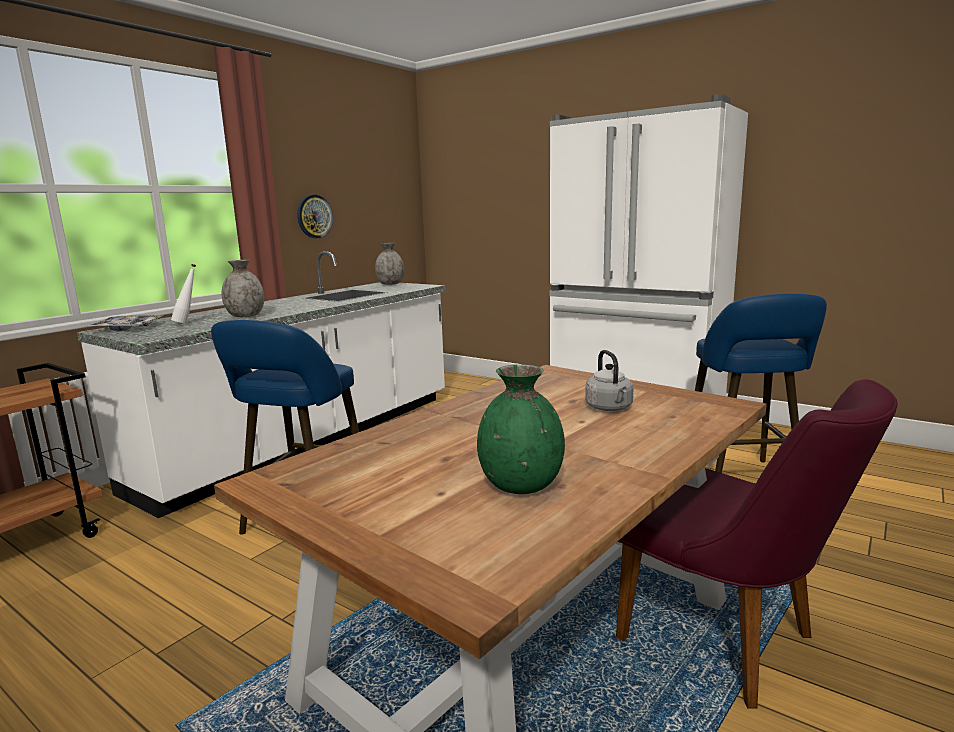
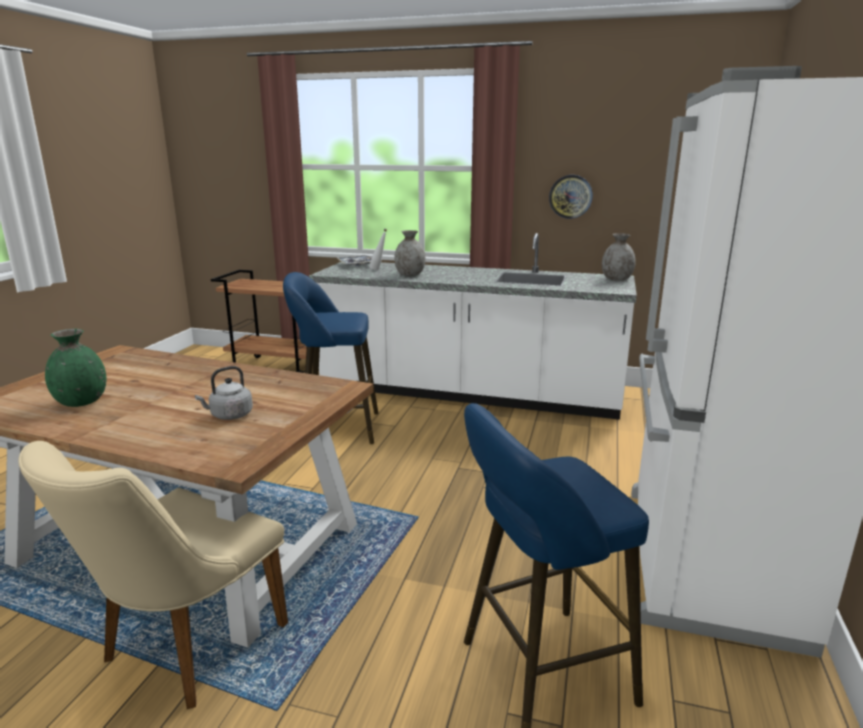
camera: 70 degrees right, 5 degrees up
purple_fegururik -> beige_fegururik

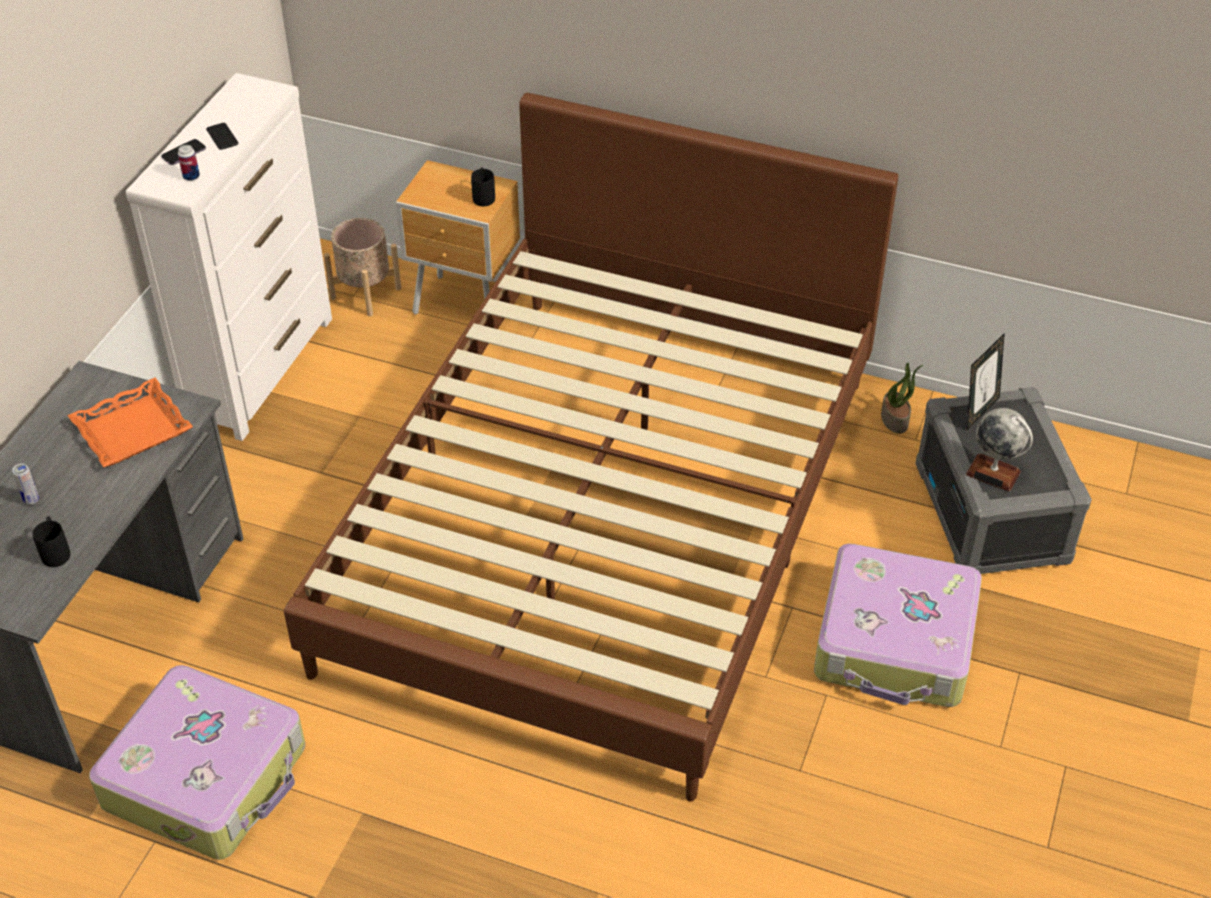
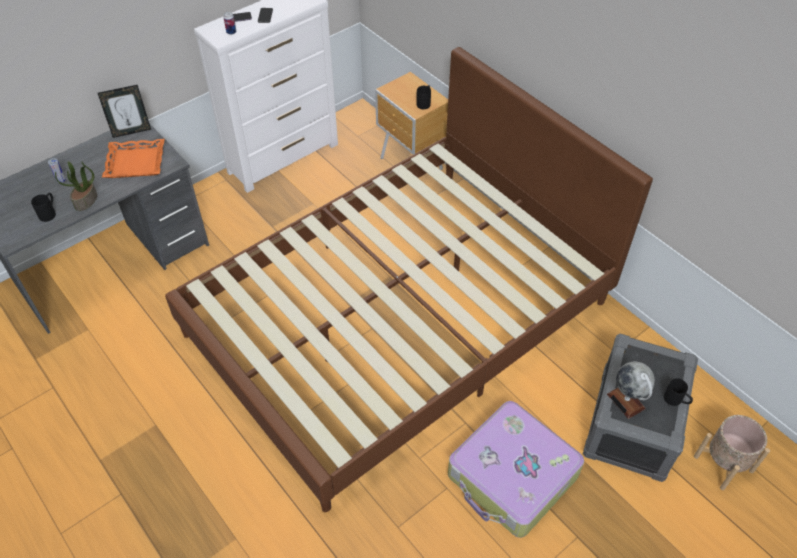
camera: 30 degrees right, 5 degrees up
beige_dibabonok, moved
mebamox, moved
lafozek, moved
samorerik (1st from left) -> none
none -> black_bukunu (3rd from left)

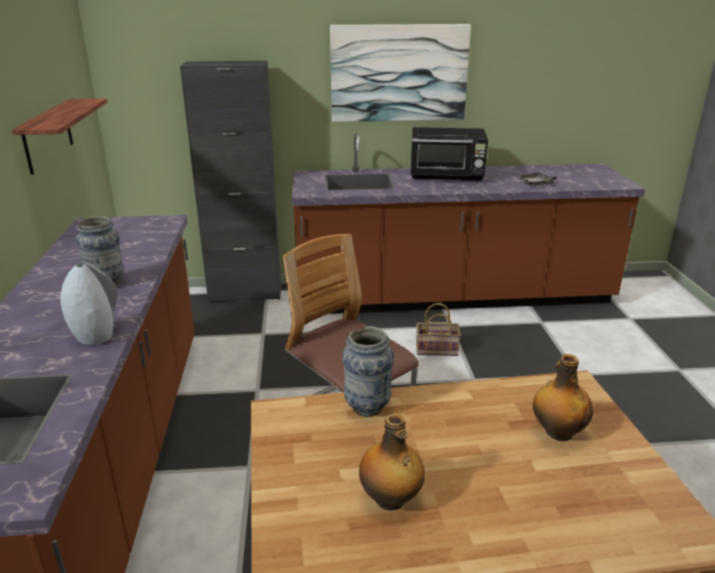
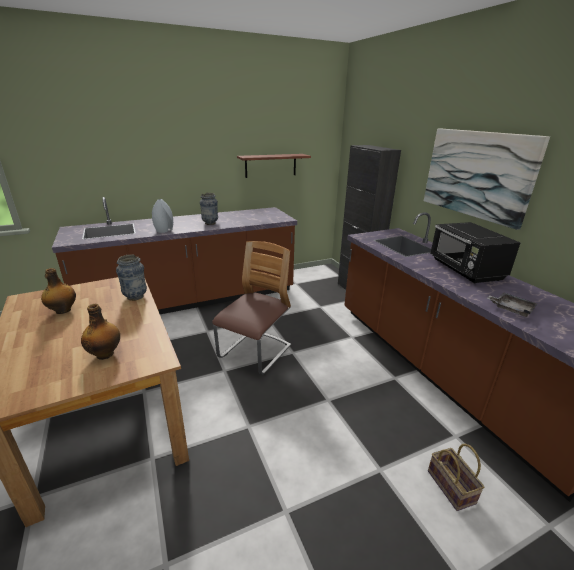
camera: 70 degrees right, 0 degrees up
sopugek, moved

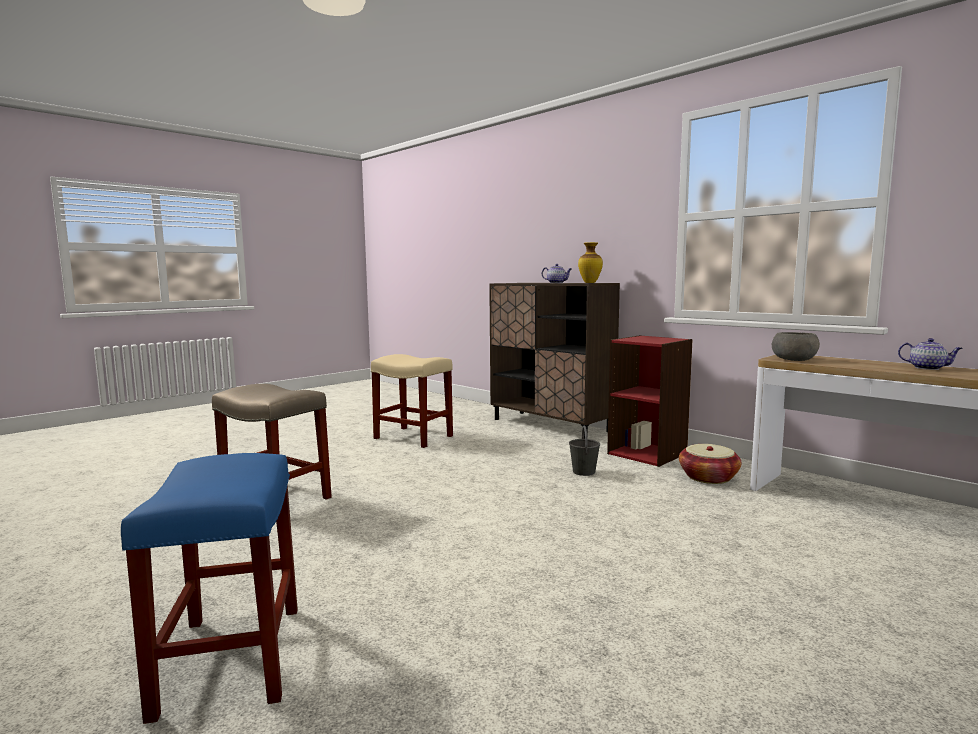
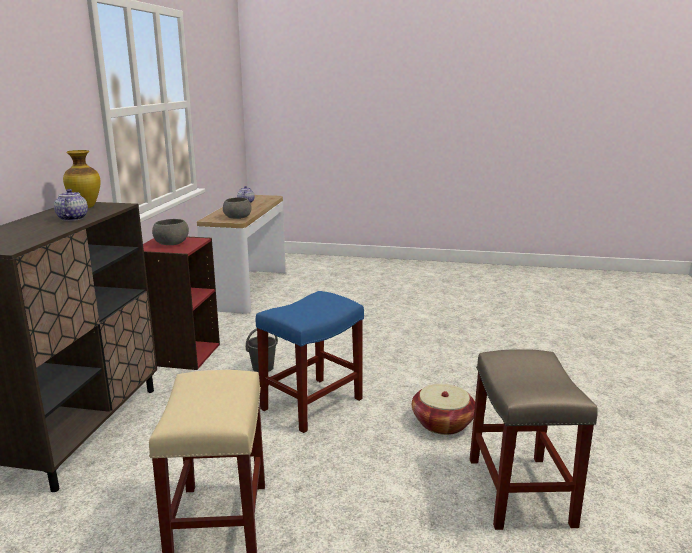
camera: 125 degrees left, 10 degrees up
sopugek, moved
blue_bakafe, moved
none -> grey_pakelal (1st from left)

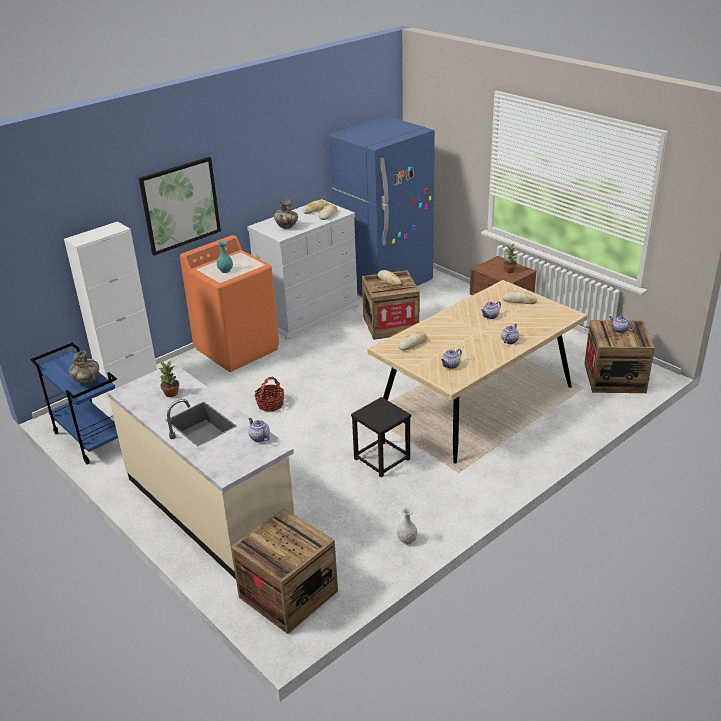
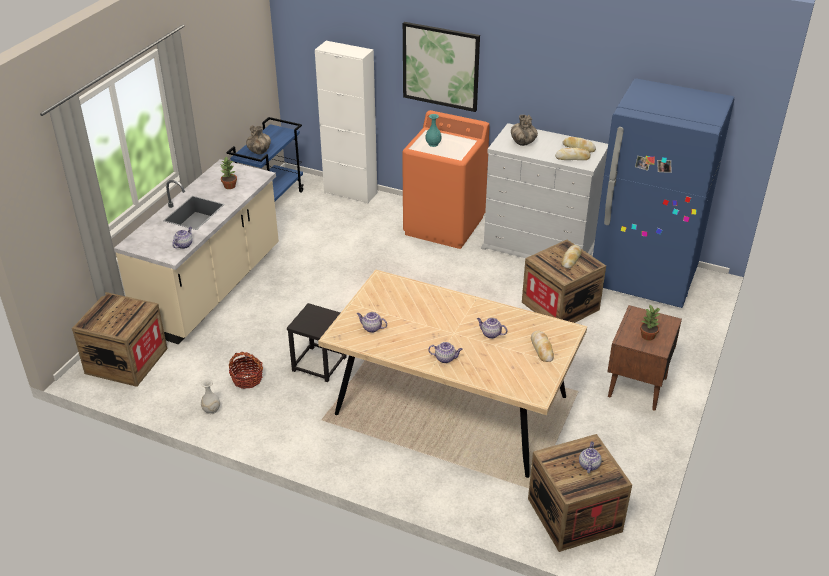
camera: 65 degrees right, 5 degrees up
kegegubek (4th from left) -> none
sopugek, moved

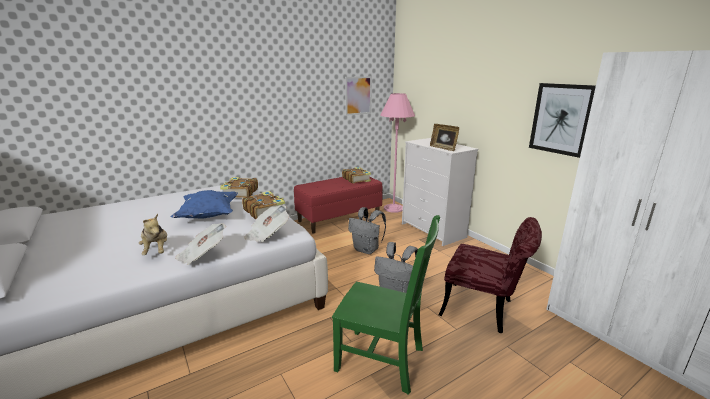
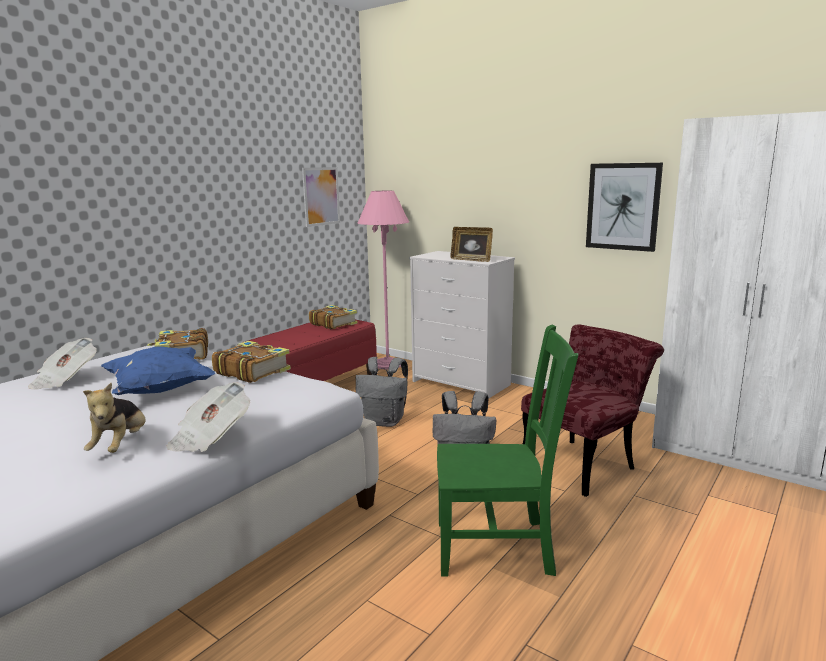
camera: 20 degrees left, 5 degrees down
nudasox (2nd from left in the first image) -> nudasox (1st from left), moved
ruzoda, 45 degrees clockwise
red_fegururik, 45 degrees counterclockwise

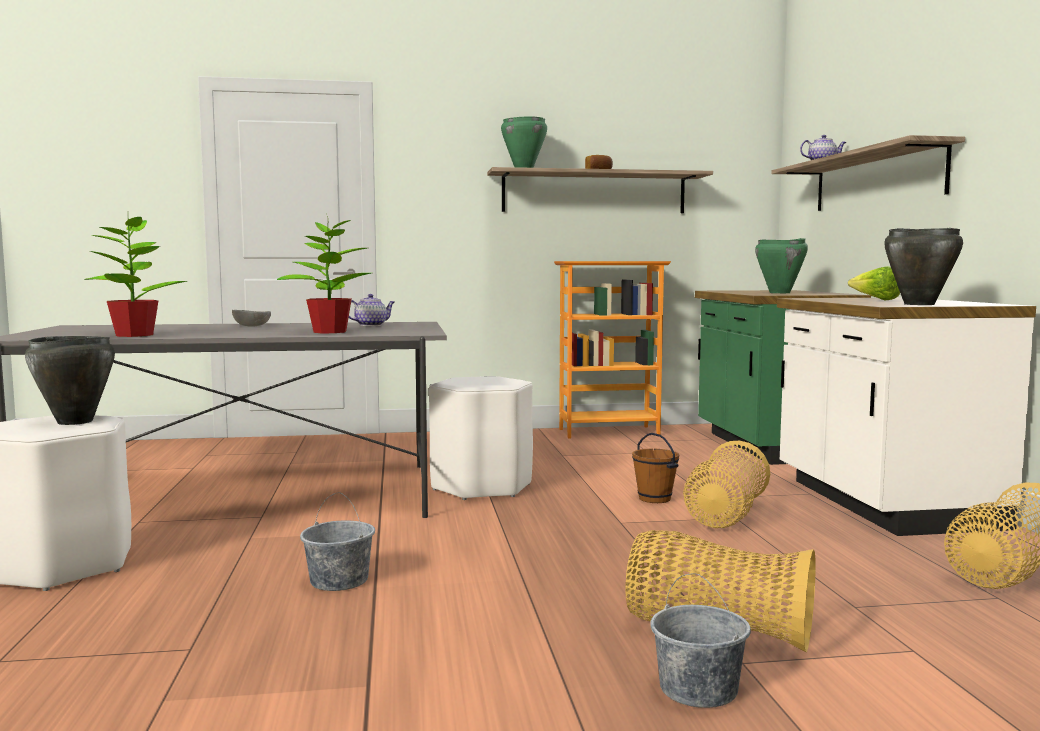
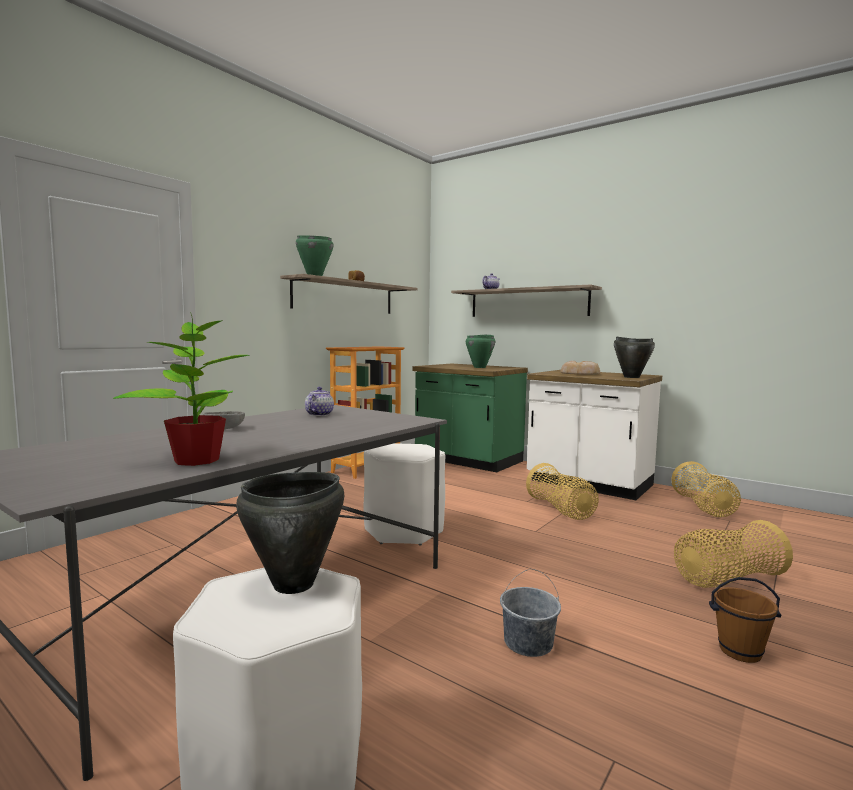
camera: 45 degrees left, 0 degrees up
lafozek (2nd from left) -> none
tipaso -> kegegubek (2nd from left)
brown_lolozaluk, moved
grey_lolozaluk (2nd from left) -> none

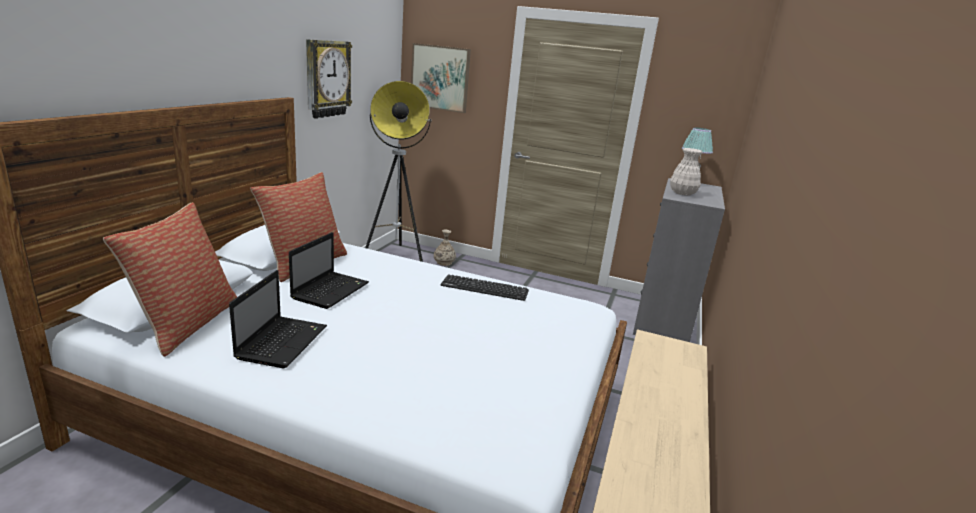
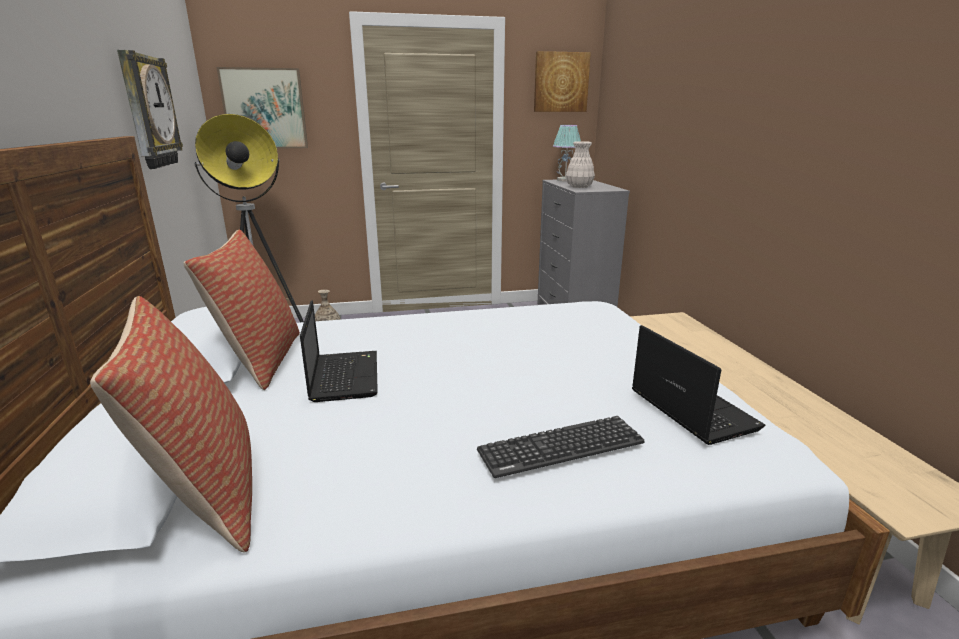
camera: 30 degrees left, 0 degrees up
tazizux (1st from left in the first image) -> tazizux (2nd from left), moved
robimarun, moved
none -> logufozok (2nd from left)

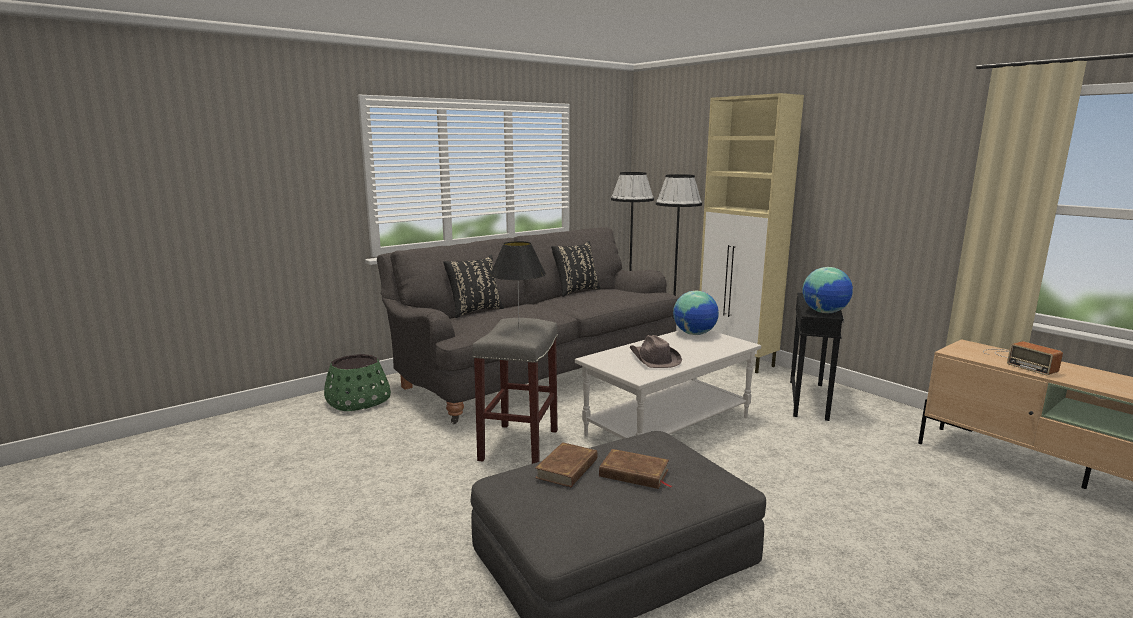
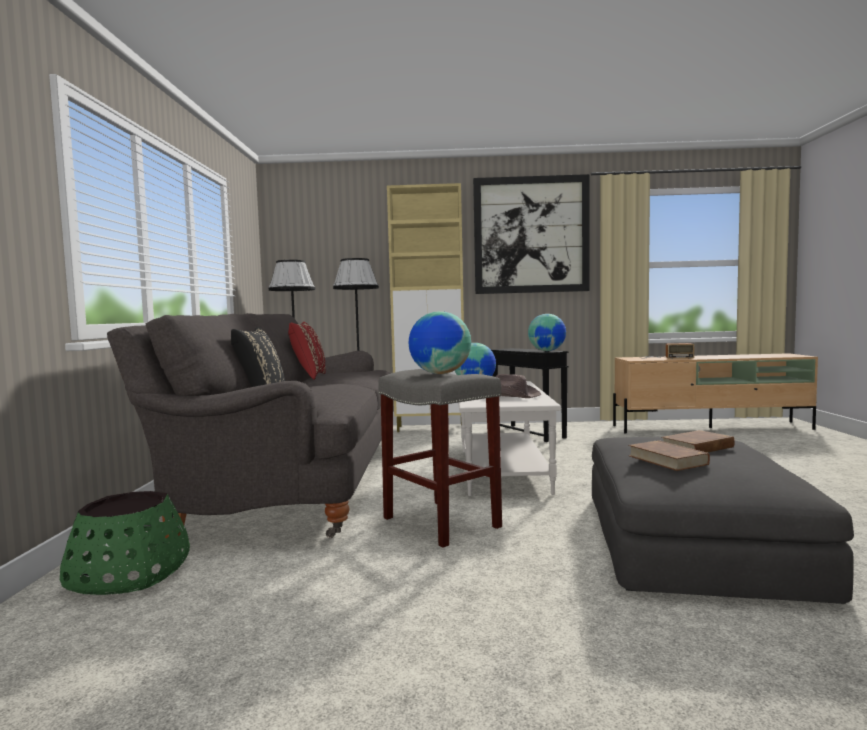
camera: 50 degrees left, 10 degrees down
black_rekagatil -> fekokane (1st from left)
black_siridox (2nd from left) -> red_siridox
none -> logufozok

